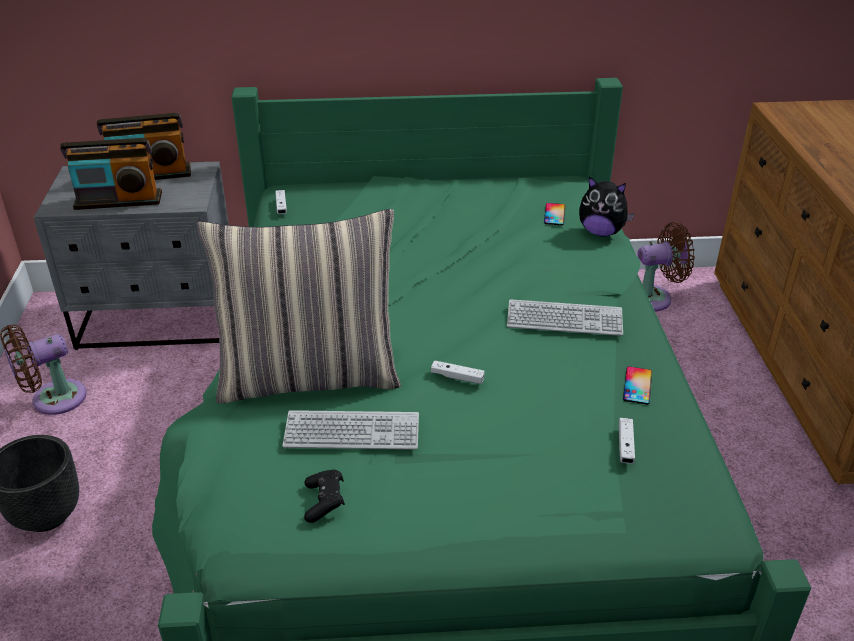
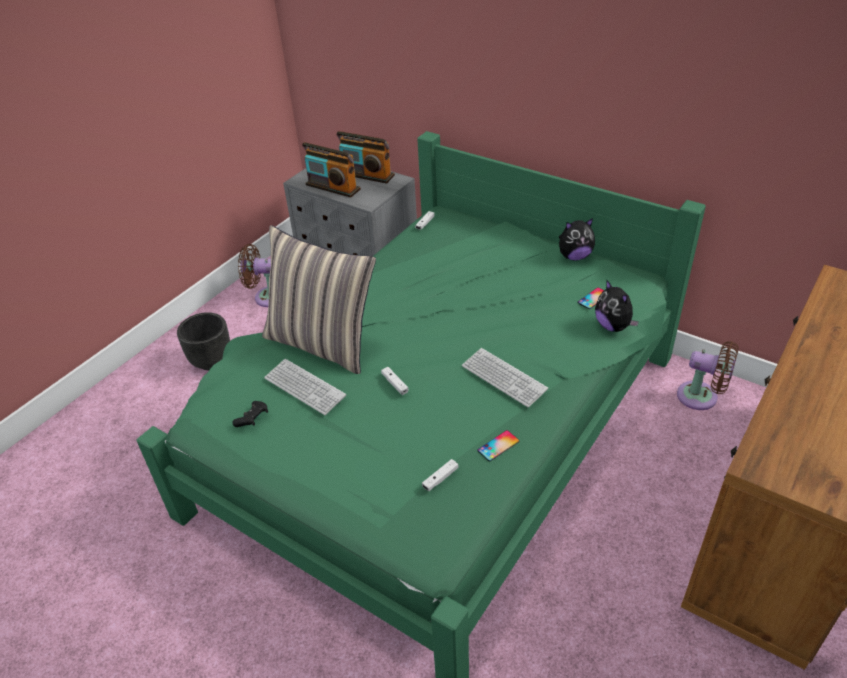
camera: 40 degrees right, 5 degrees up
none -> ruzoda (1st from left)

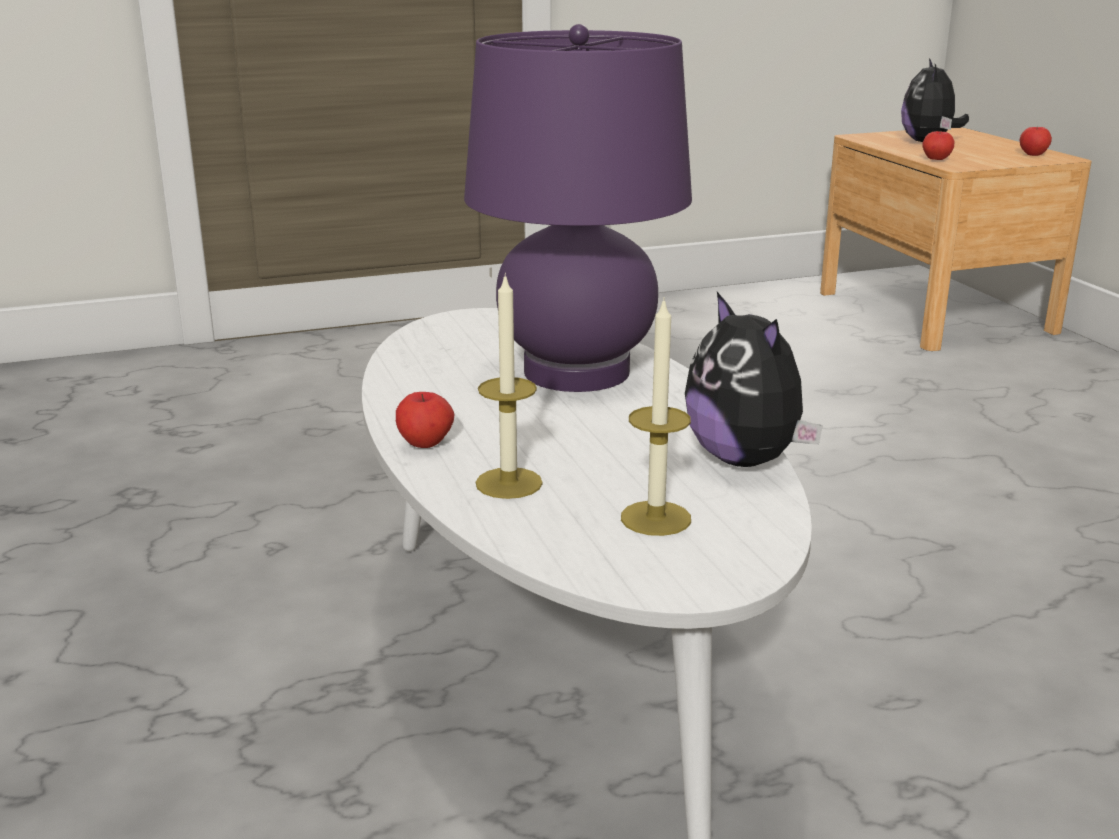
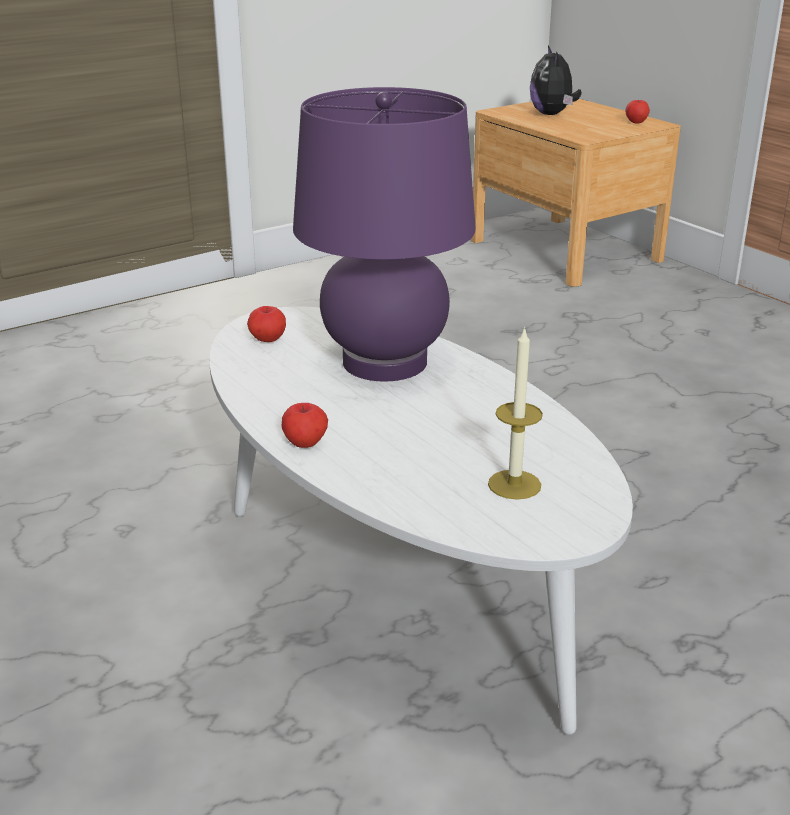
camera: 15 degrees left, 5 degrees up
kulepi (2nd from left in the first image) -> kulepi (1st from left), moved
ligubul (1st from left) -> none
ruzoda (1st from left) -> none

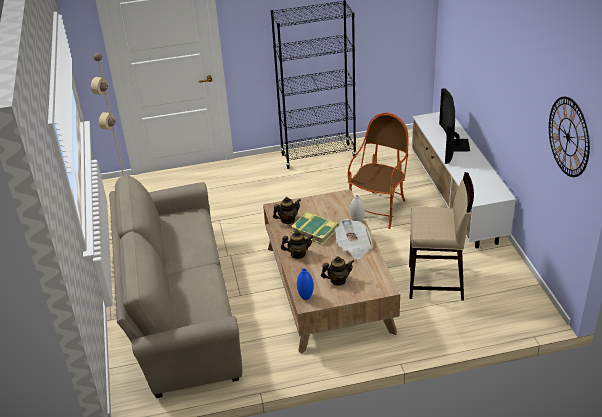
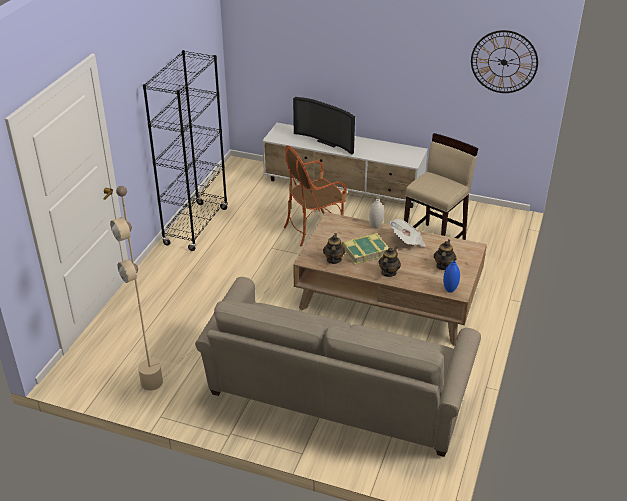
camera: 60 degrees left, 0 degrees up
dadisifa, 90 degrees counterclockwise

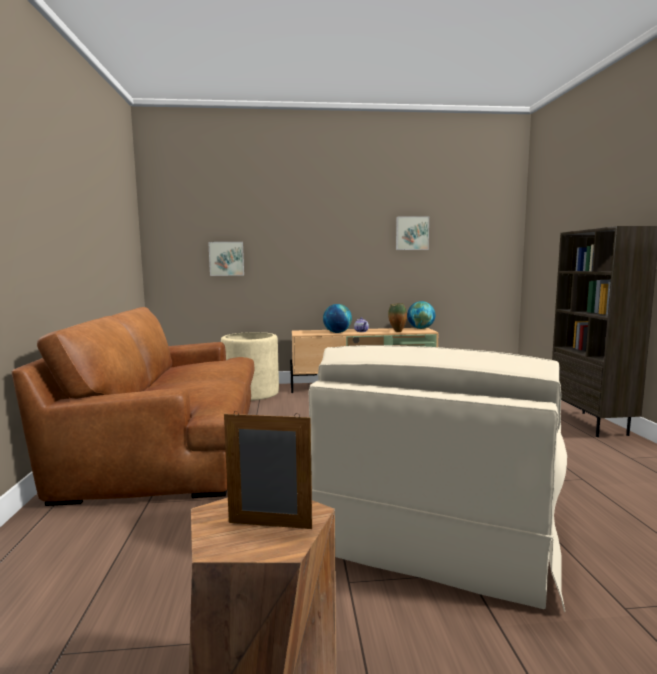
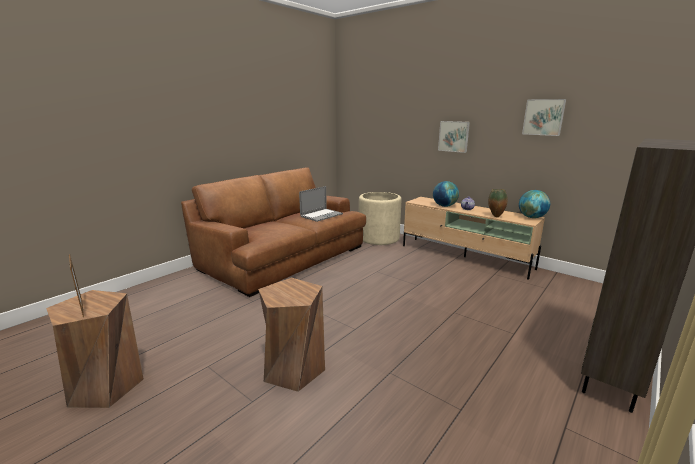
camera: 45 degrees right, 10 degrees up
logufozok (1st from left), moved
beige_dadisifa -> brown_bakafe (2nd from left)
none -> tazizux

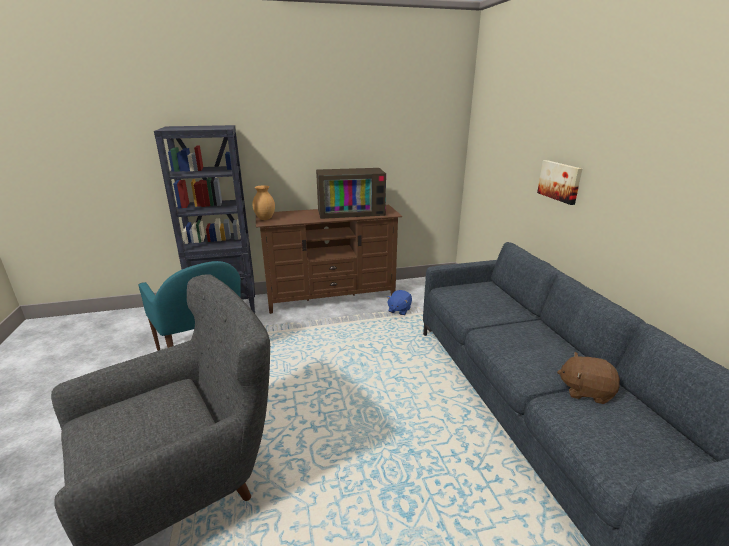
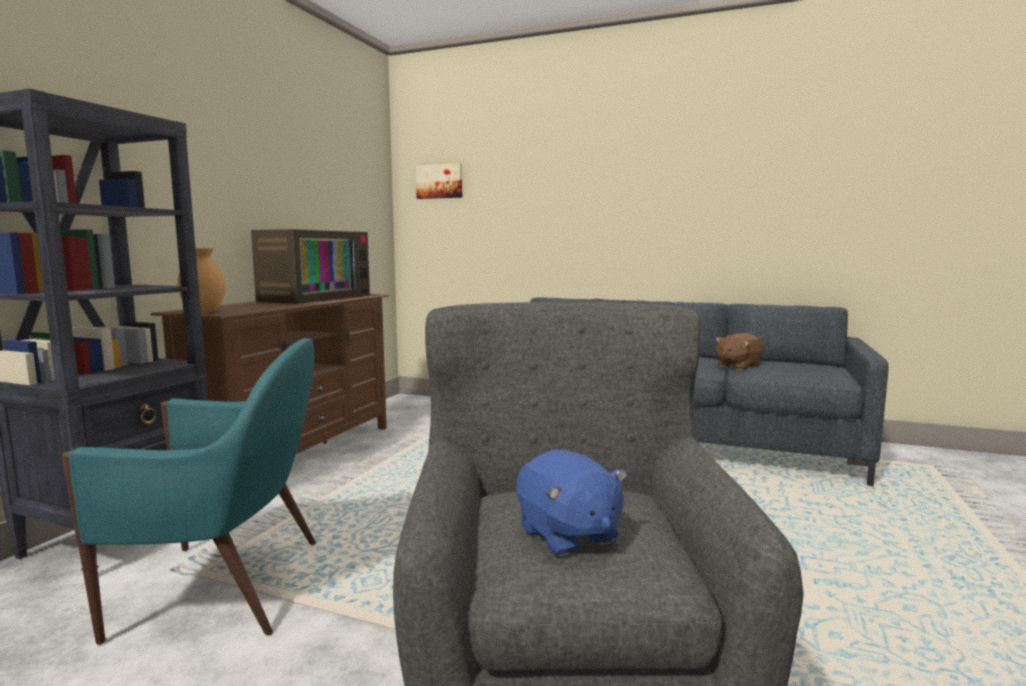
camera: 55 degrees left, 15 degrees down
logufozok, moved
blue_ruzoda, moved

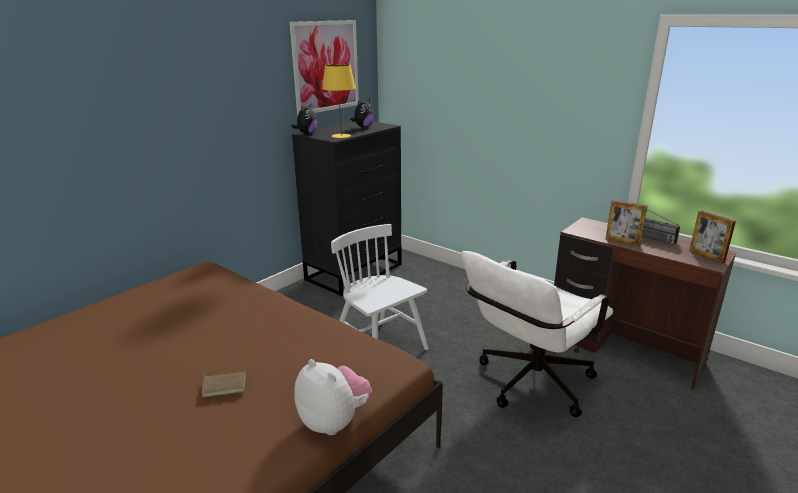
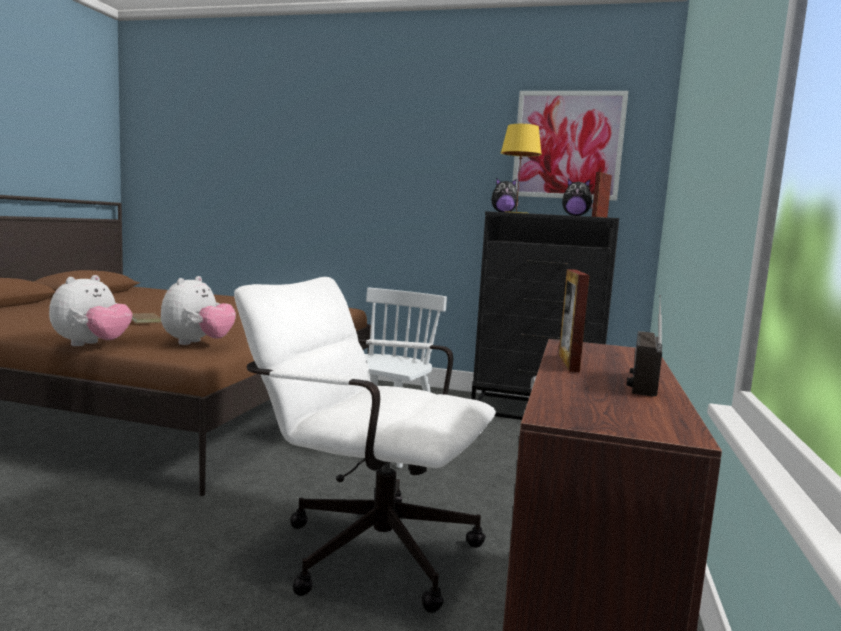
camera: 65 degrees right, 15 degrees down
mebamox (2nd from left), moved
none -> ruzoda (2nd from left)

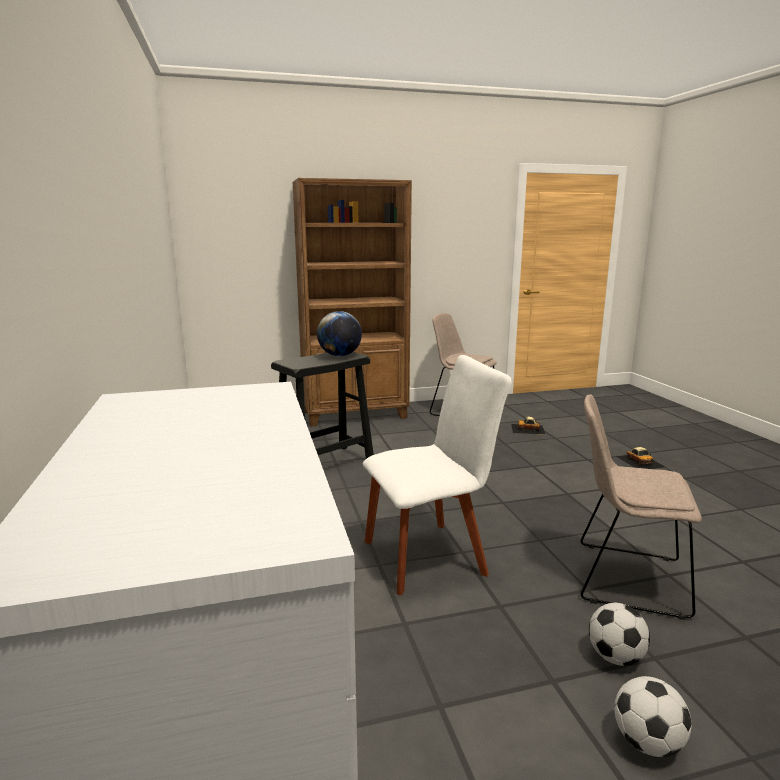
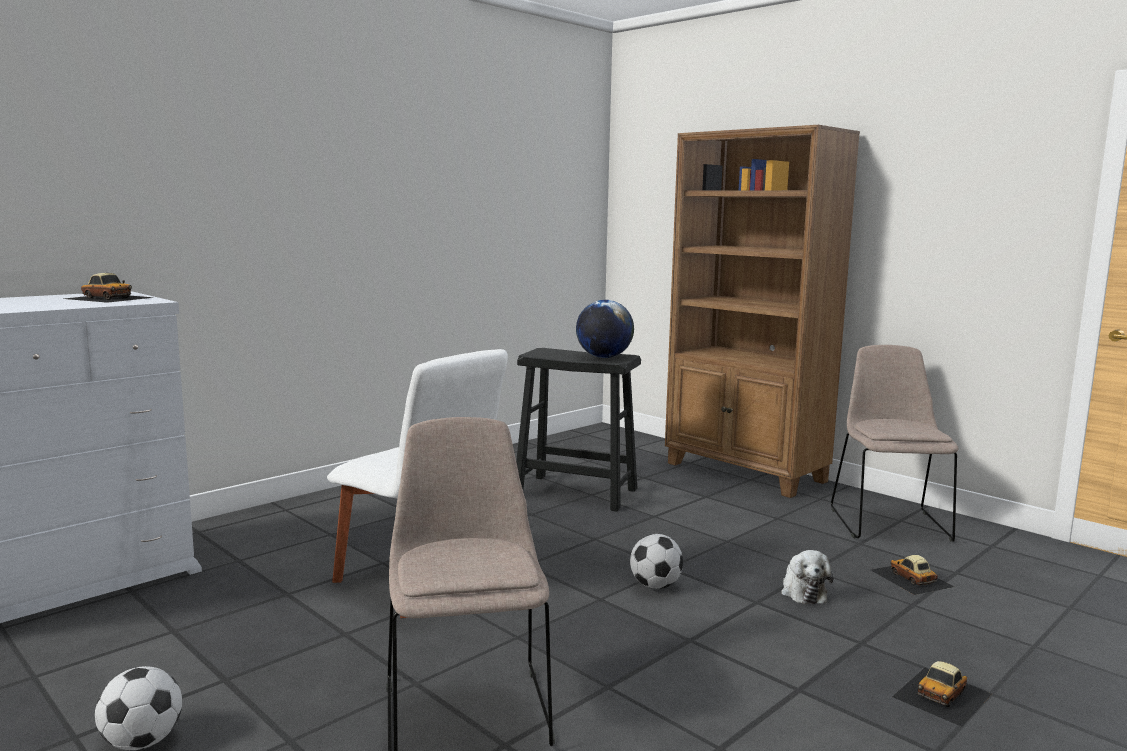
camera: 60 degrees right, 5 degrees down
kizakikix (1st from left in the first image) -> kizakikix (2nd from left), moved
none -> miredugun (1st from left)
none -> ruzoda

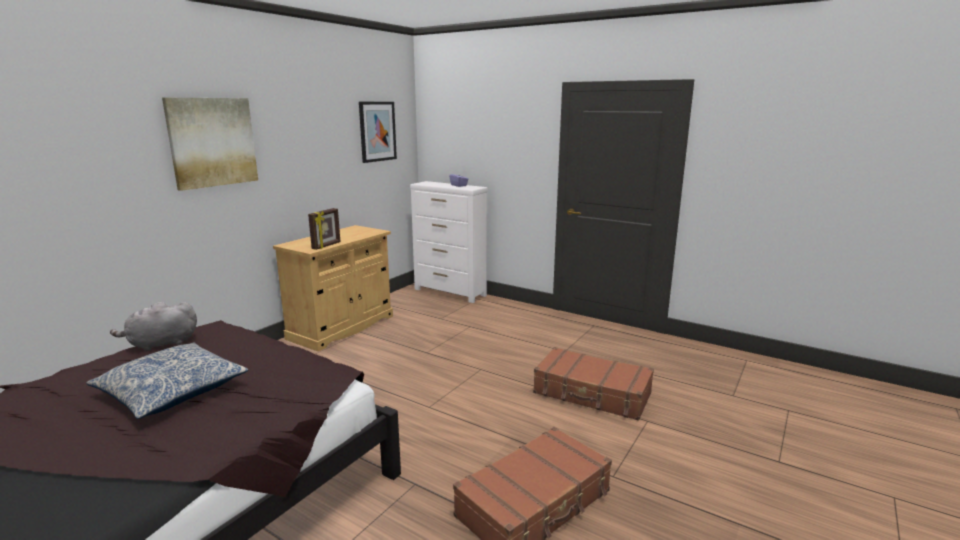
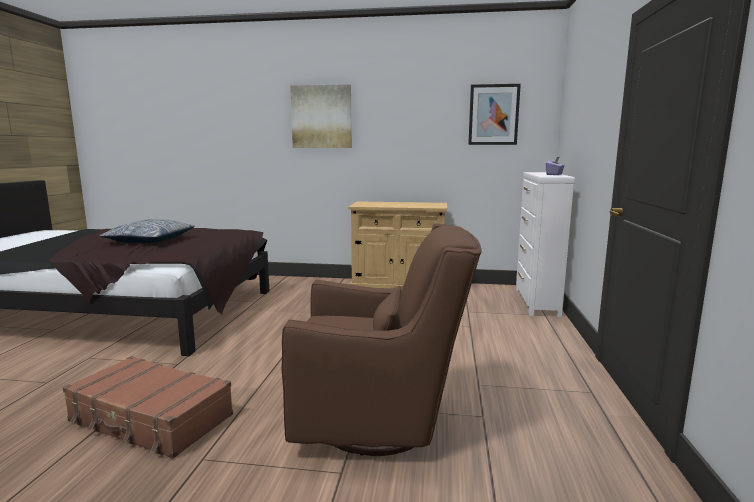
camera: 65 degrees right, 5 degrees down
mebamox -> none
grey_ruzoda -> none
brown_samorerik (2nd from left) -> brown_dadisifa

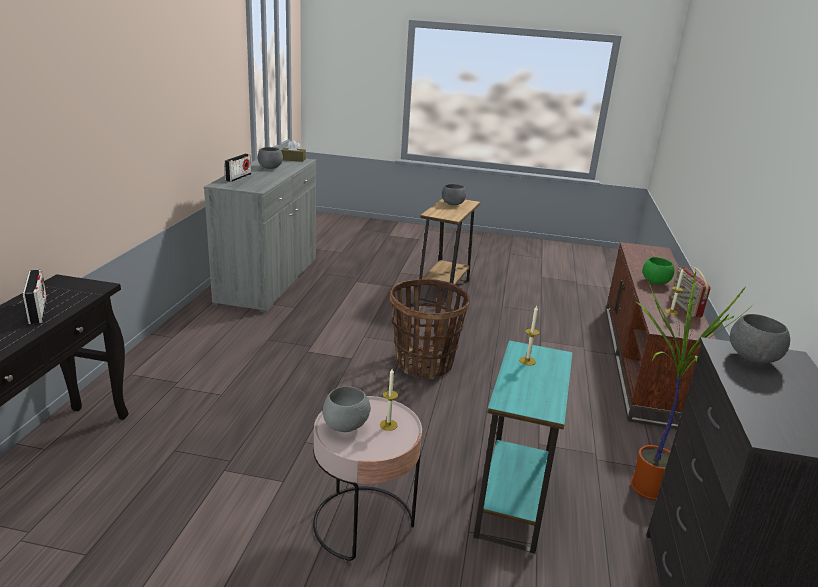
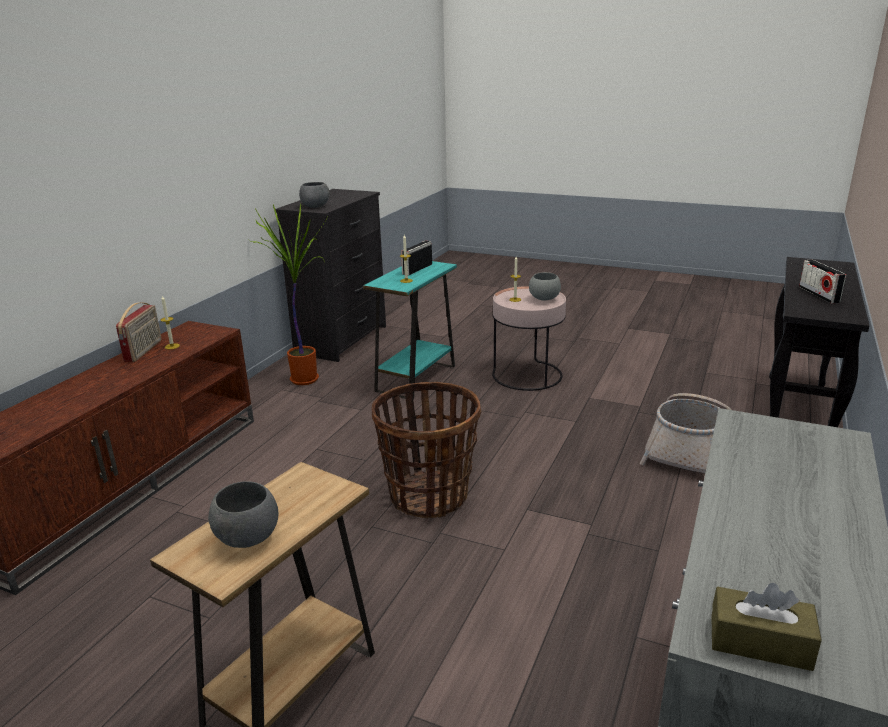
camera: 165 degrees left, 0 degrees up
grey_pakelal (1st from left) -> none
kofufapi (2nd from left), moved
green_pakelal -> none
none -> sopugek (2nd from left)

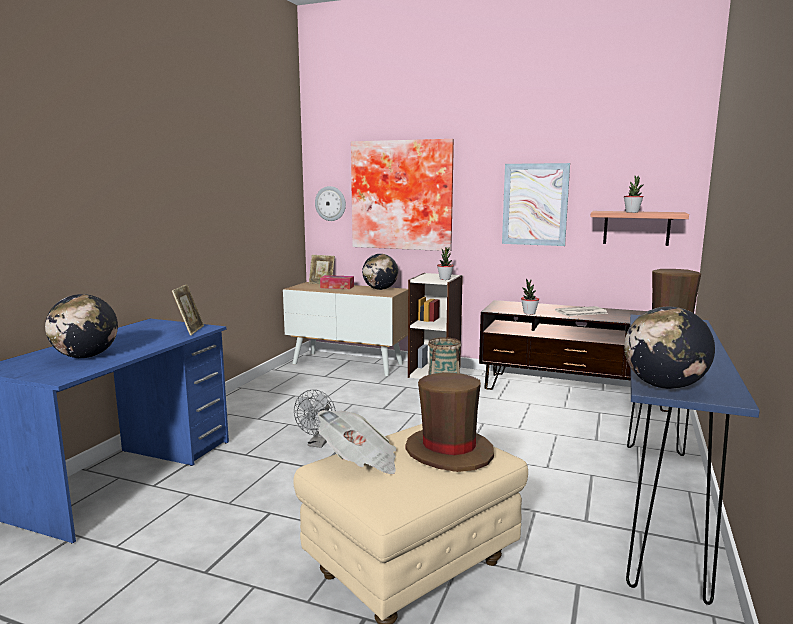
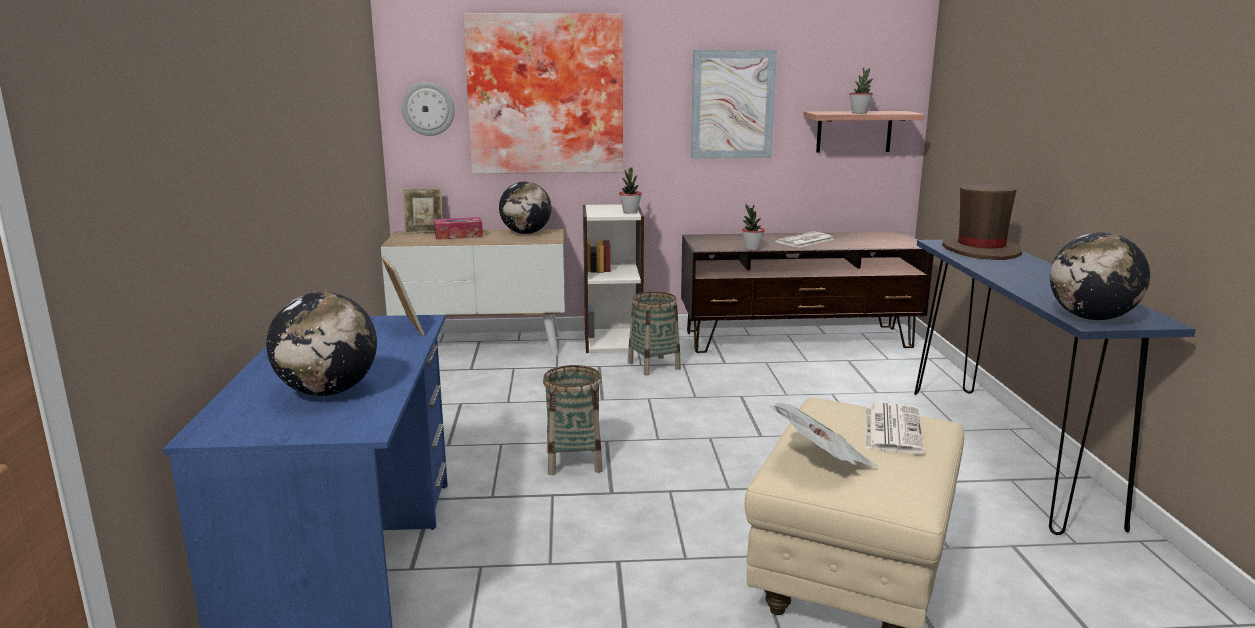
camera: 25 degrees left, 5 degrees up
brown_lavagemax (1st from left) -> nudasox (3rd from left)
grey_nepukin -> sopugek (1st from left)

